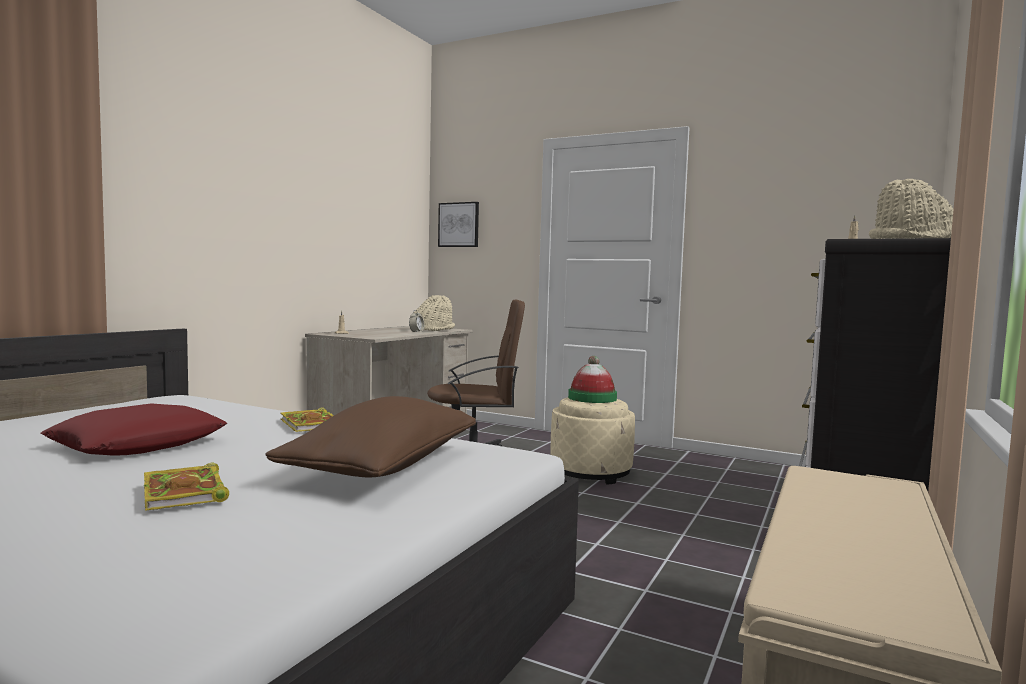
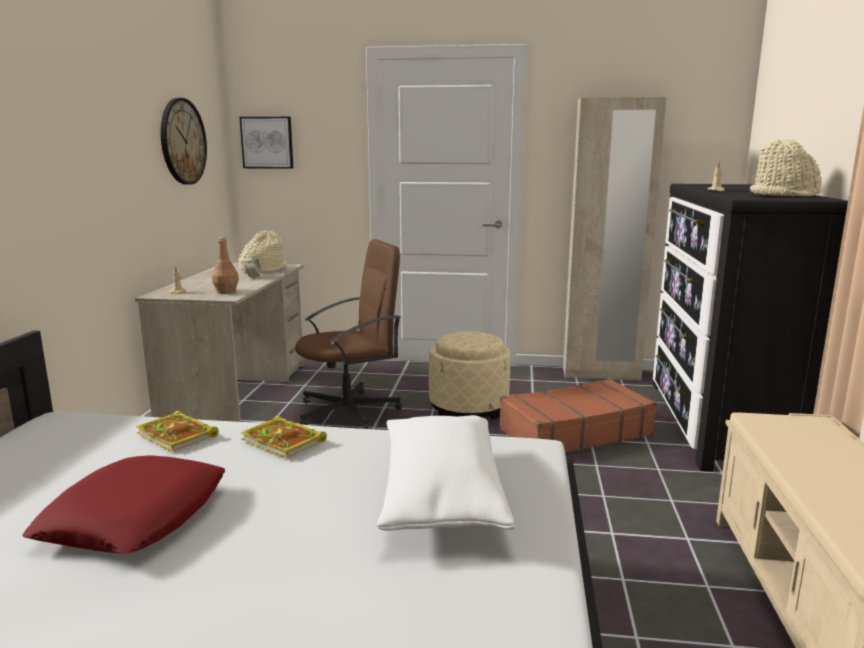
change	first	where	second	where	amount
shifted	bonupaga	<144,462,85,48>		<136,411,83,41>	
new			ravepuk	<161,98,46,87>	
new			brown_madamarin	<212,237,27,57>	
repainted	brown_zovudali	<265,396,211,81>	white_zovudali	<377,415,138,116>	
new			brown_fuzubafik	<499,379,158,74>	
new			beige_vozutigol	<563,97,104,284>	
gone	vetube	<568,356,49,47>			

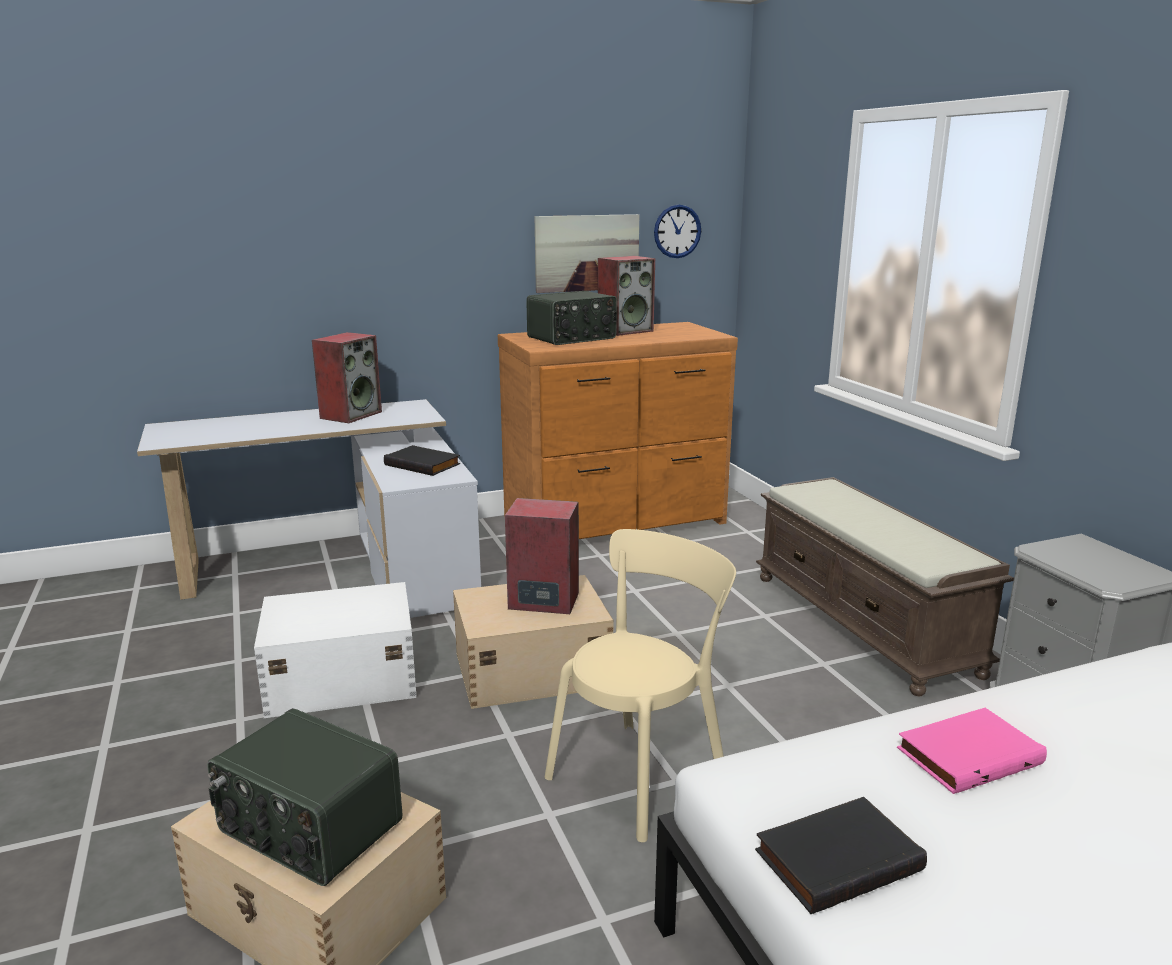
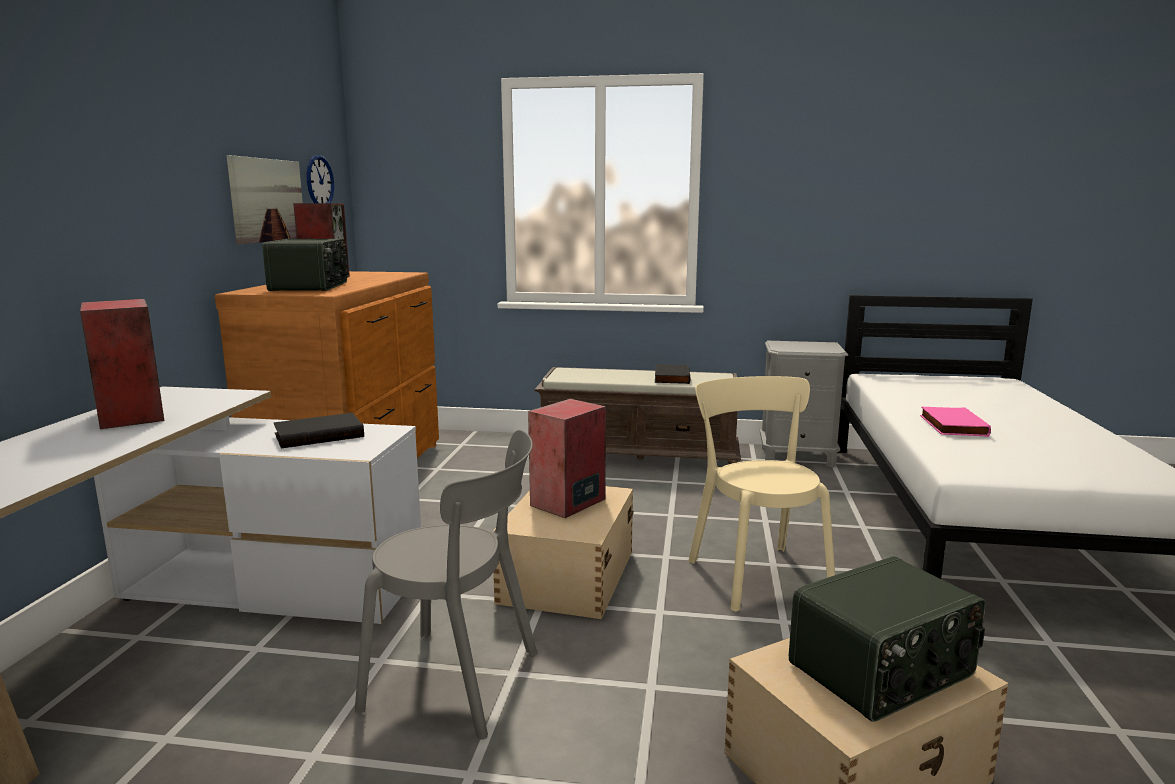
change	first	where	second	where	amount
swapped	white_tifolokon	<254,582,163,136>	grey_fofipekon	<355,430,182,310>	
shifted	black_bonupaga	<755,797,172,117>		<655,364,35,20>	

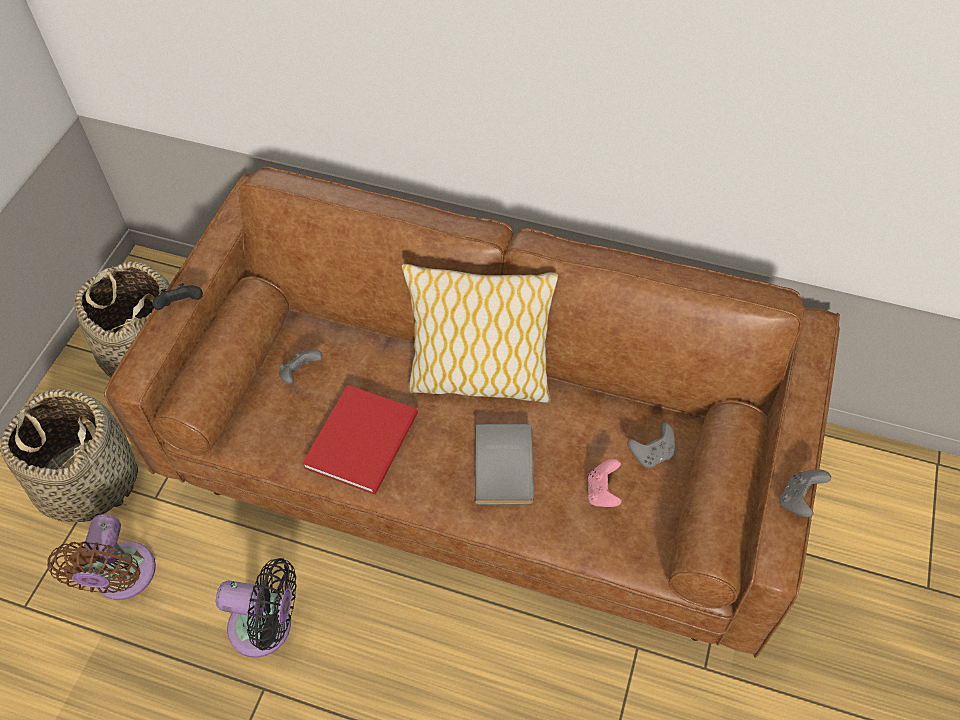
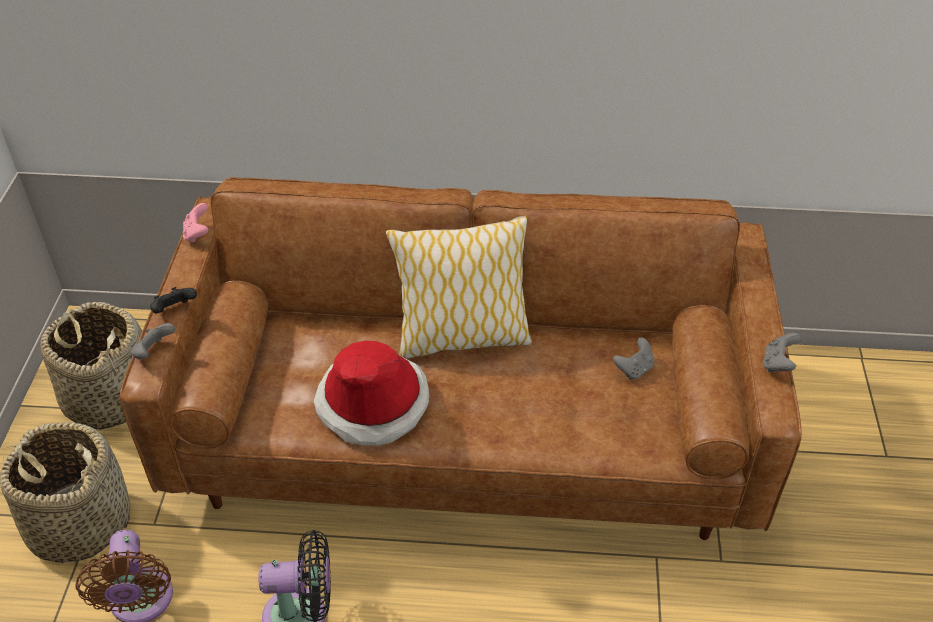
change	first	where	second	where	amount
shifted	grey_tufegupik	<279,350,44,34>		<131,323,44,36>	
shifted	pink_tufegupik	<588,459,34,48>		<183,203,26,40>	
swapped	red_bonupaga	<302,385,116,109>	vetube	<314,341,116,105>	
gone	grey_bonupaga	<475,424,59,81>			

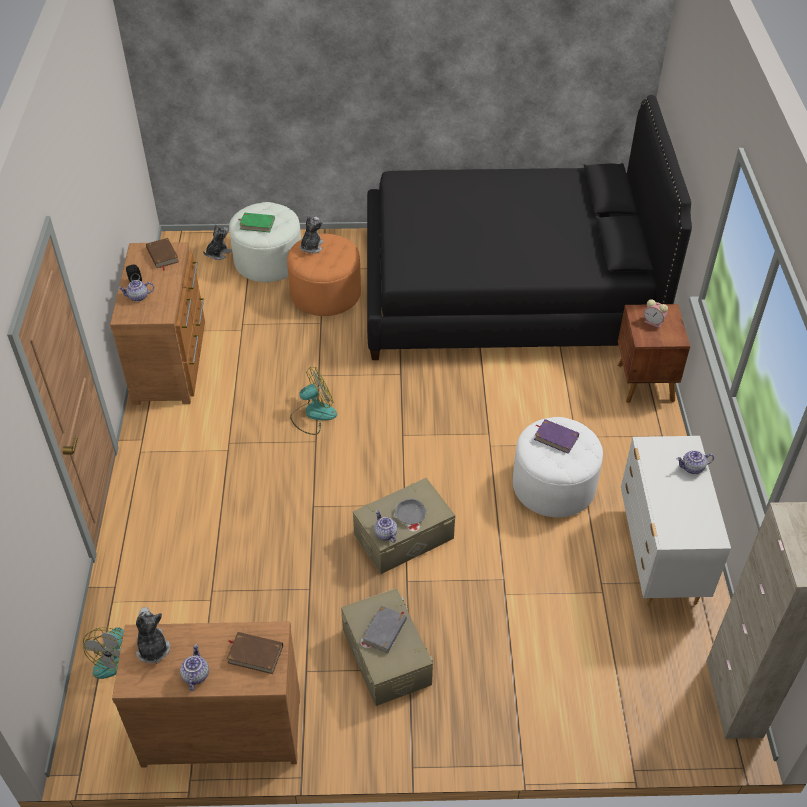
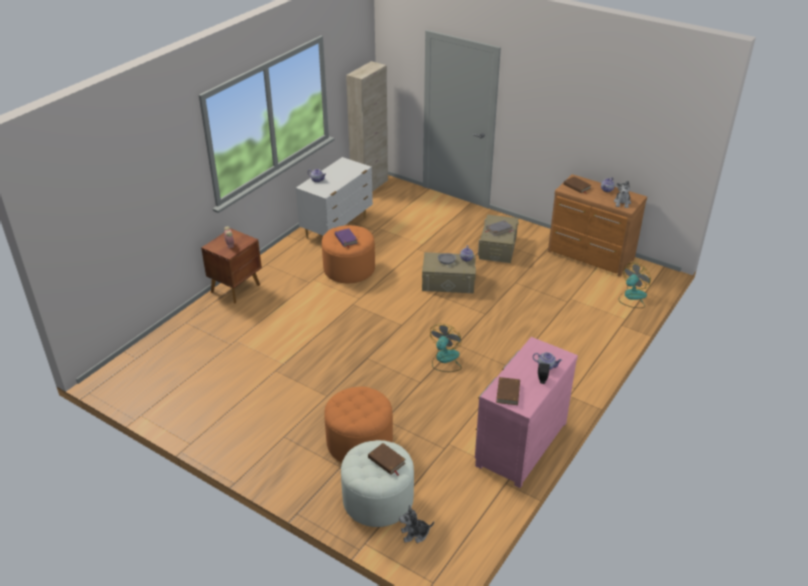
change	first	where	second	where	amount
repainted	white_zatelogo	<513,417,90,100>	orange_zatelogo	<322,225,53,58>	
repainted	green_bonupaga	<239,213,36,19>	brown_bonupaga	<368,443,38,32>	
rotated	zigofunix	<290,367,47,68>		<430,324,32,48>	105 degrees clockwise
repainted	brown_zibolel	<110,242,95,163>	pink_zibolel	<475,337,103,151>	
gone	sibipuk	<300,216,23,38>			
gone	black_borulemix	<367,95,325,265>			

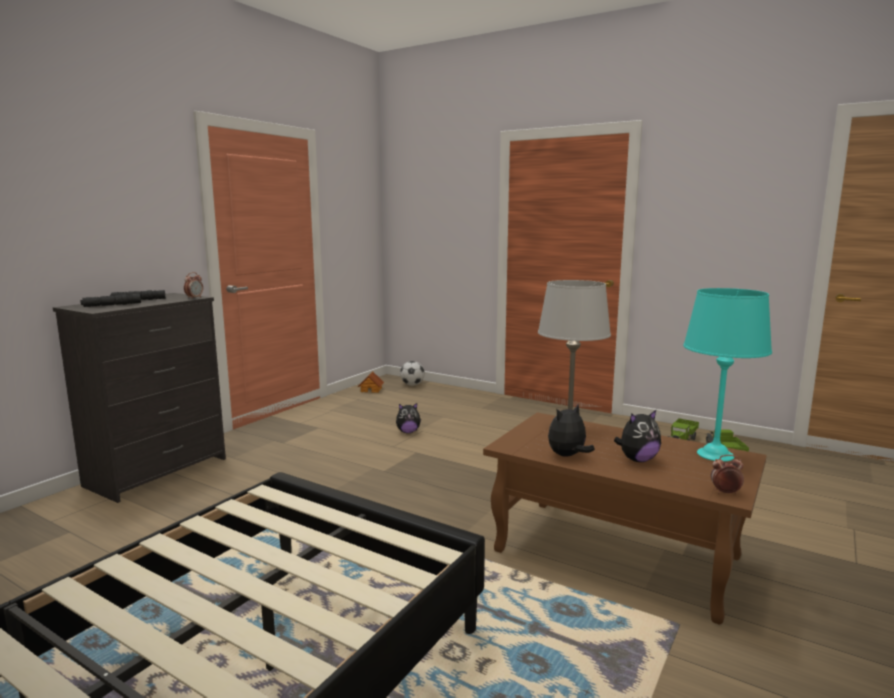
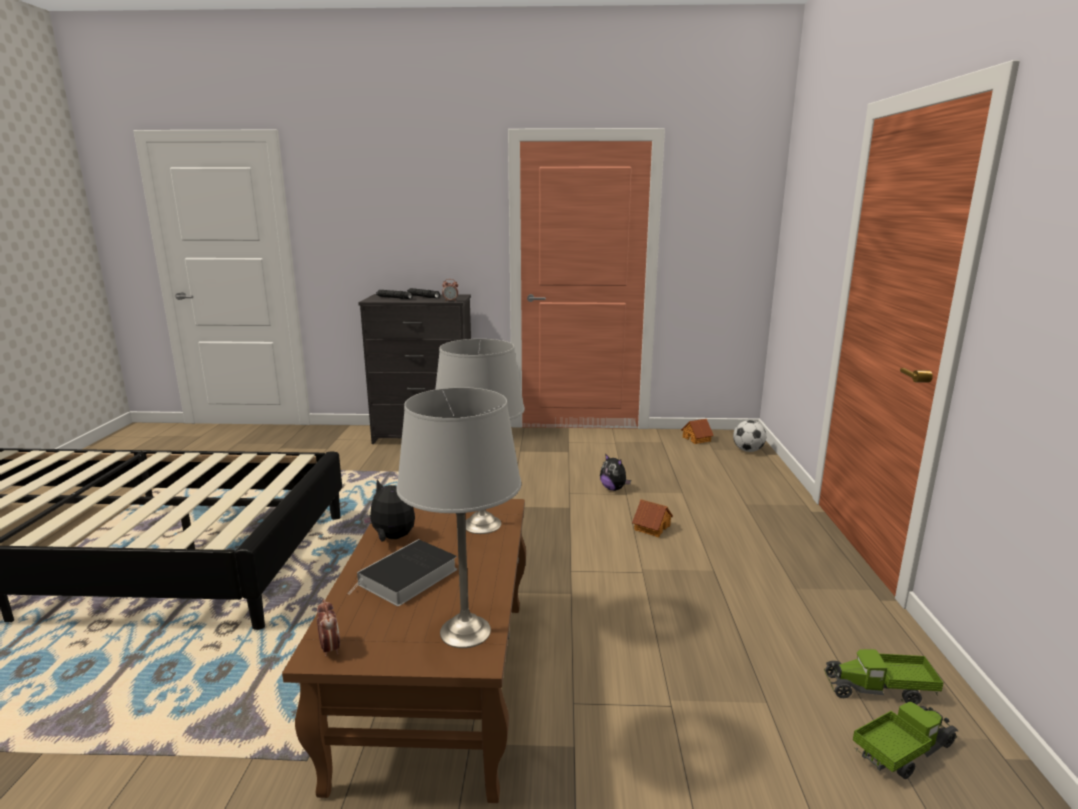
change	first	where	second	where	amount
swapped	sibipuk	<614,410,47,52>	bonupaga	<348,539,109,67>	
repainted	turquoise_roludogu	<683,288,89,174>	grey_roludogu	<396,387,125,261>	
new			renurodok	<632,499,41,38>	

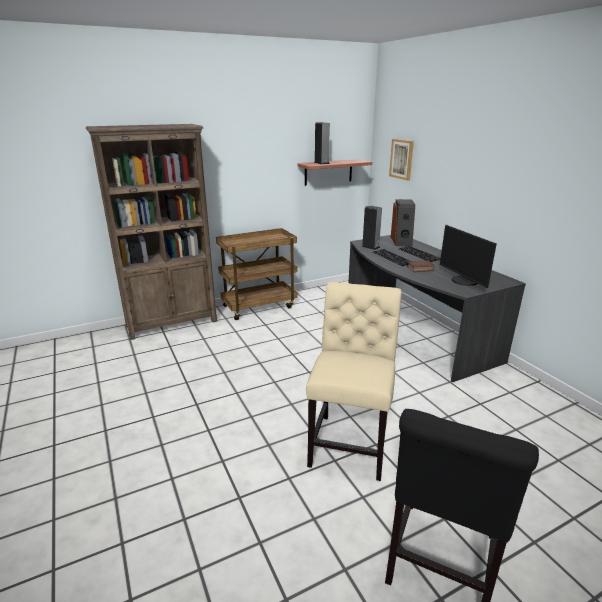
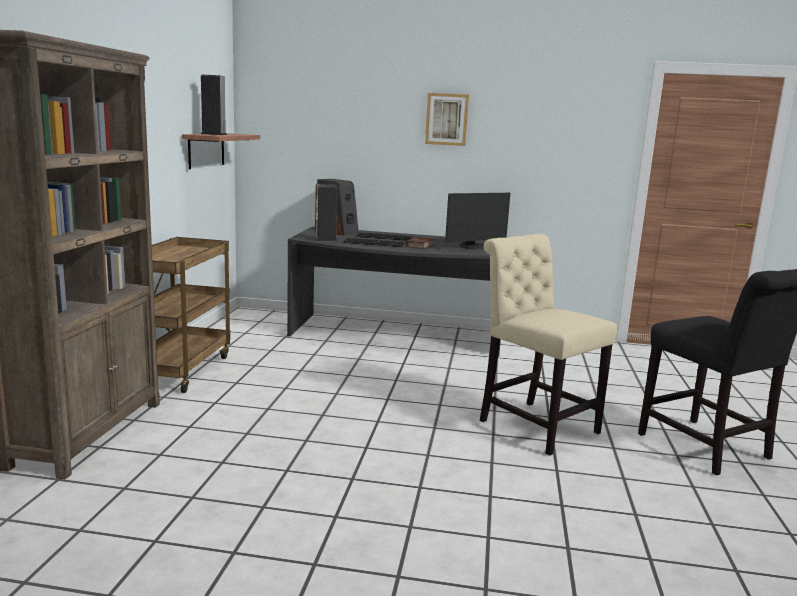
change	first	where	second	where	amount
shifted	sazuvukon	<389,139,25,42>		<425,93,44,53>	
rotated	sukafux	<440,225,57,63>		<445,193,65,57>	45 degrees counterclockwise

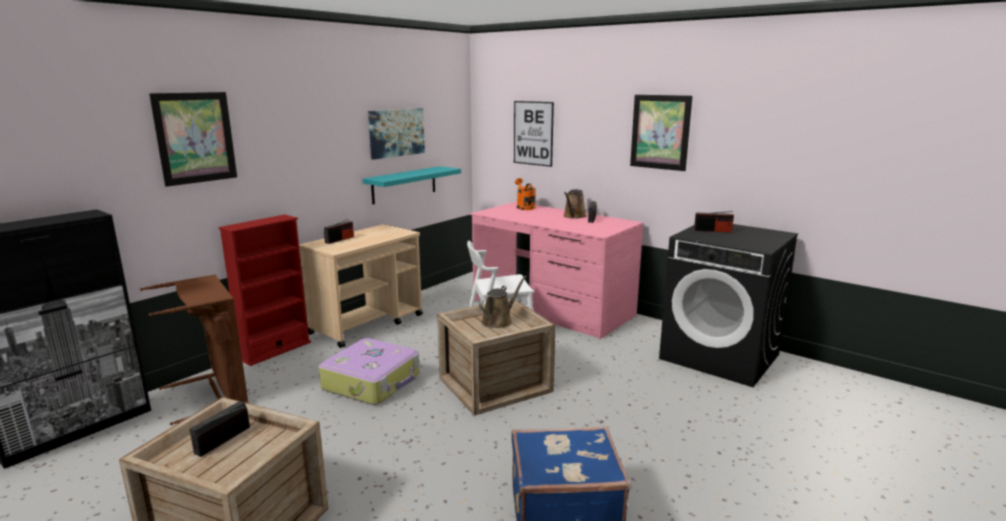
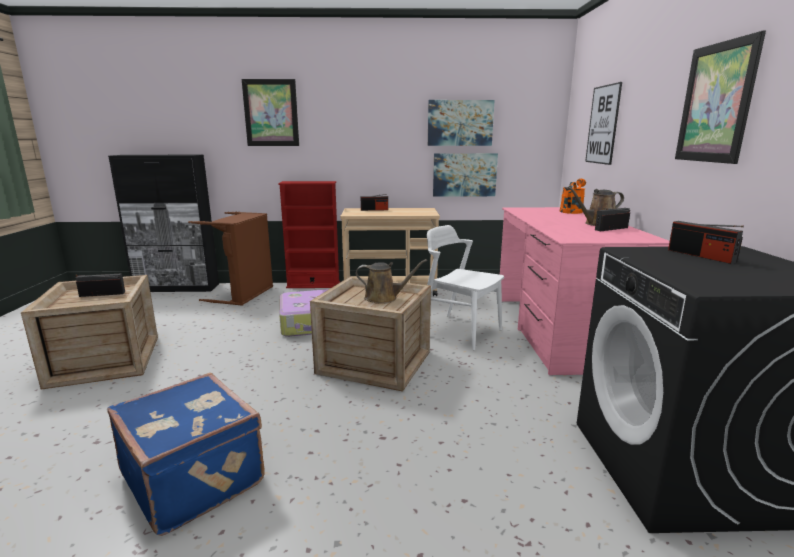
change	first	where	second	where	amount
swapped	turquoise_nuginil	<363,166,98,38>	sazuvukon	<433,153,65,44>	

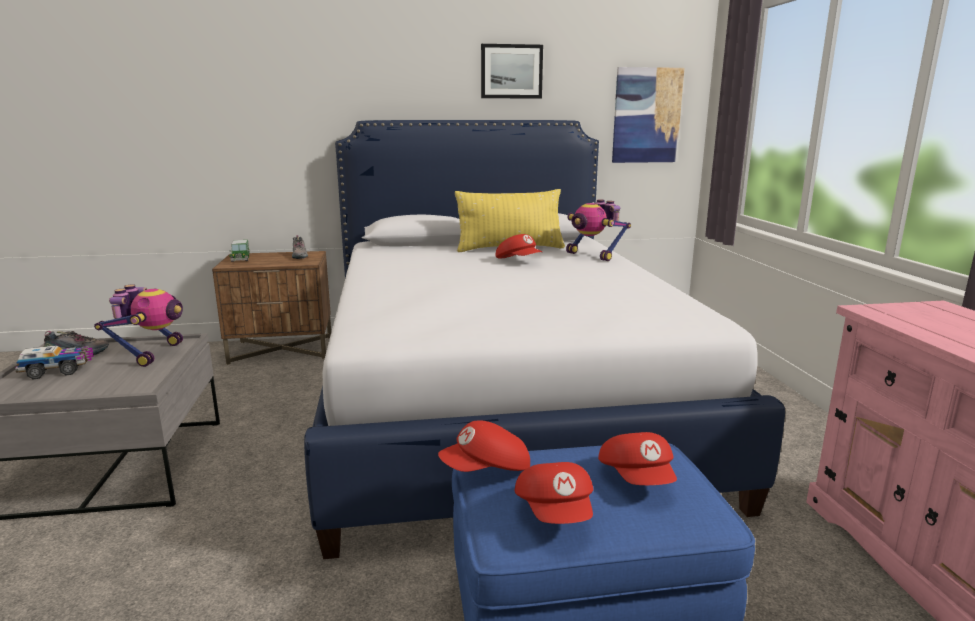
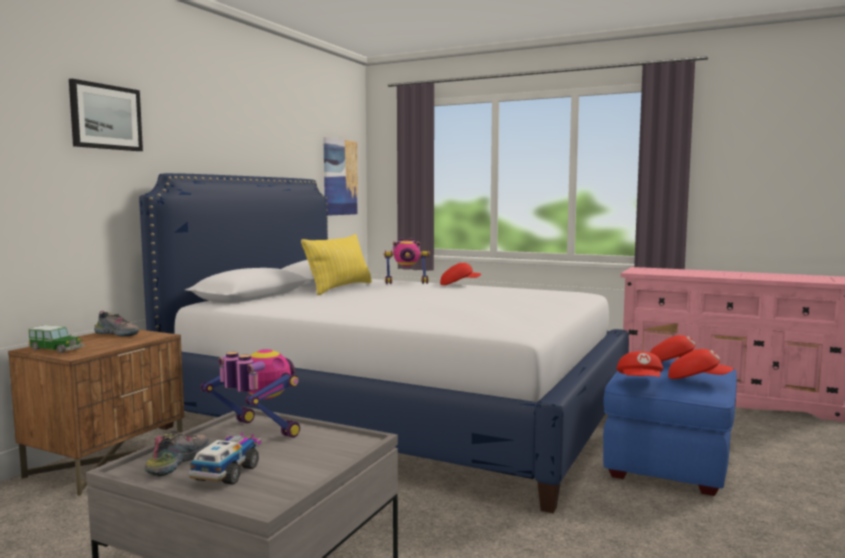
change	first	where	second	where	amount
shifted	sazuvukon	<481,44,62,55>		<69,79,74,72>	
shifted	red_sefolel	<496,234,46,25>		<440,263,41,22>	

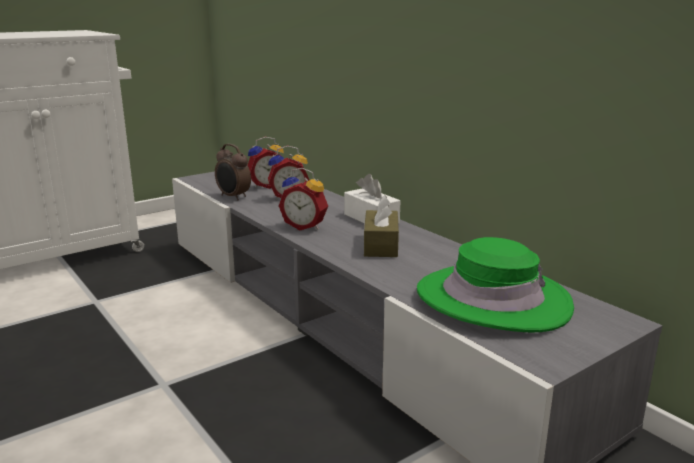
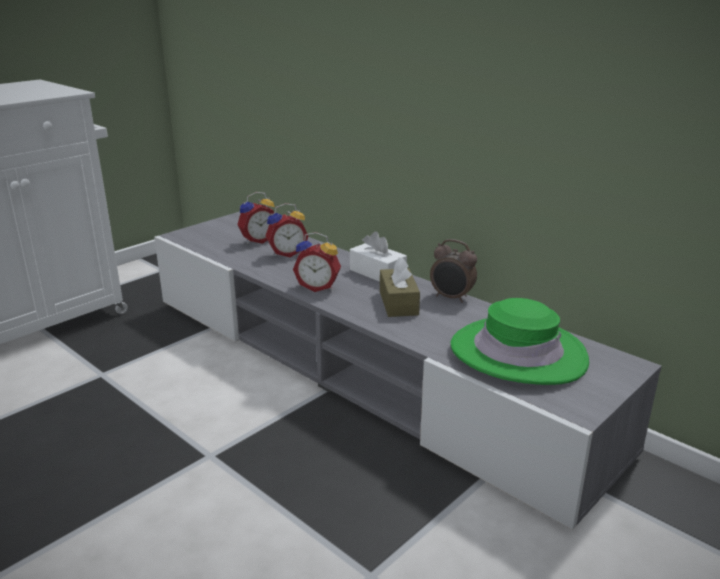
change	first	where	second	where	amount
shifted	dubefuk	<215,144,36,56>		<430,239,47,64>	

